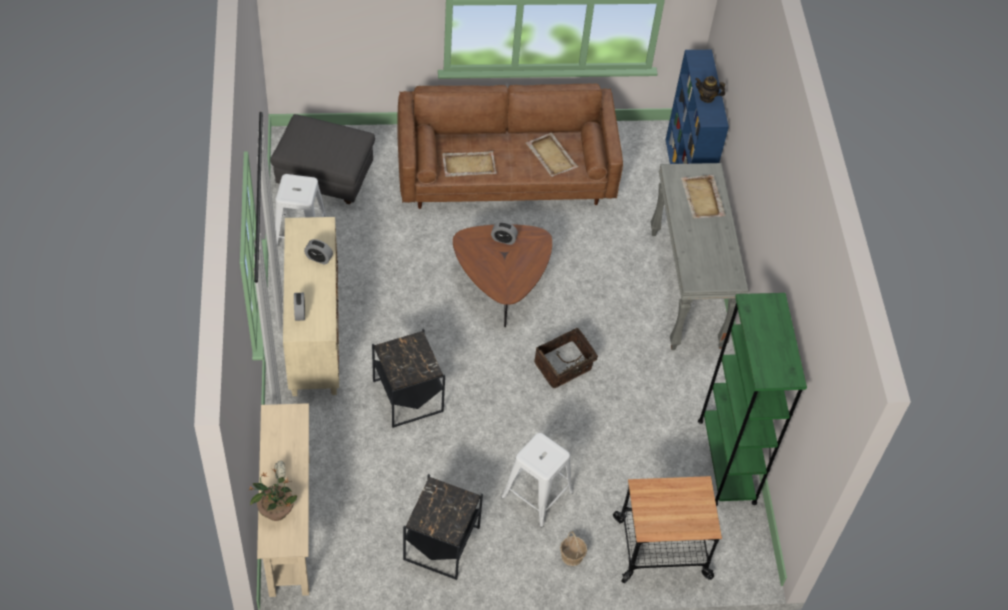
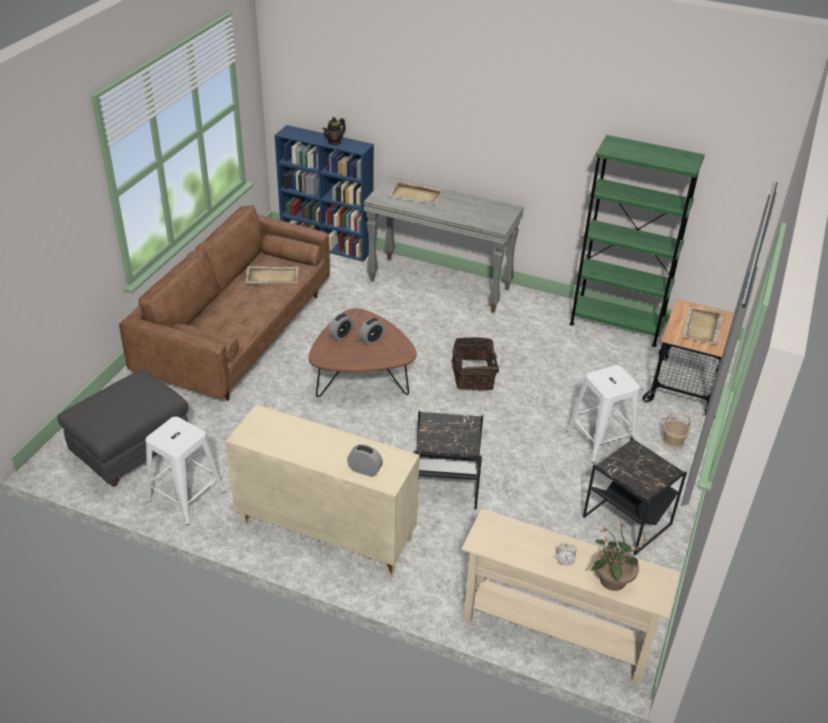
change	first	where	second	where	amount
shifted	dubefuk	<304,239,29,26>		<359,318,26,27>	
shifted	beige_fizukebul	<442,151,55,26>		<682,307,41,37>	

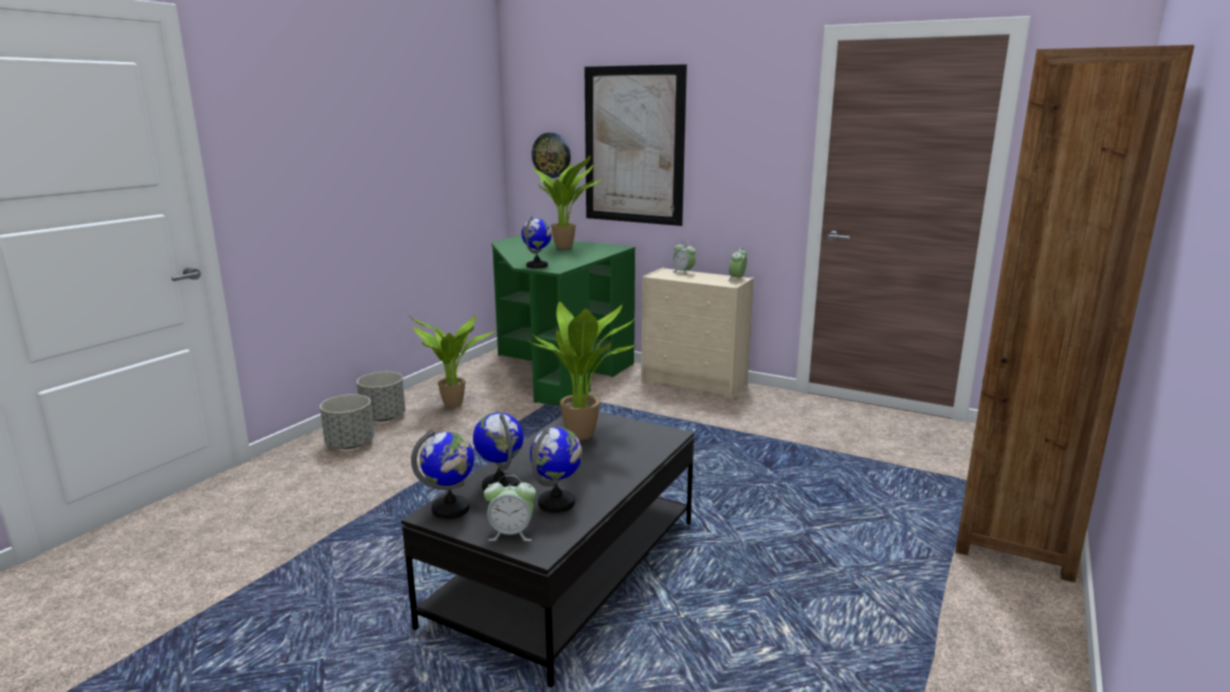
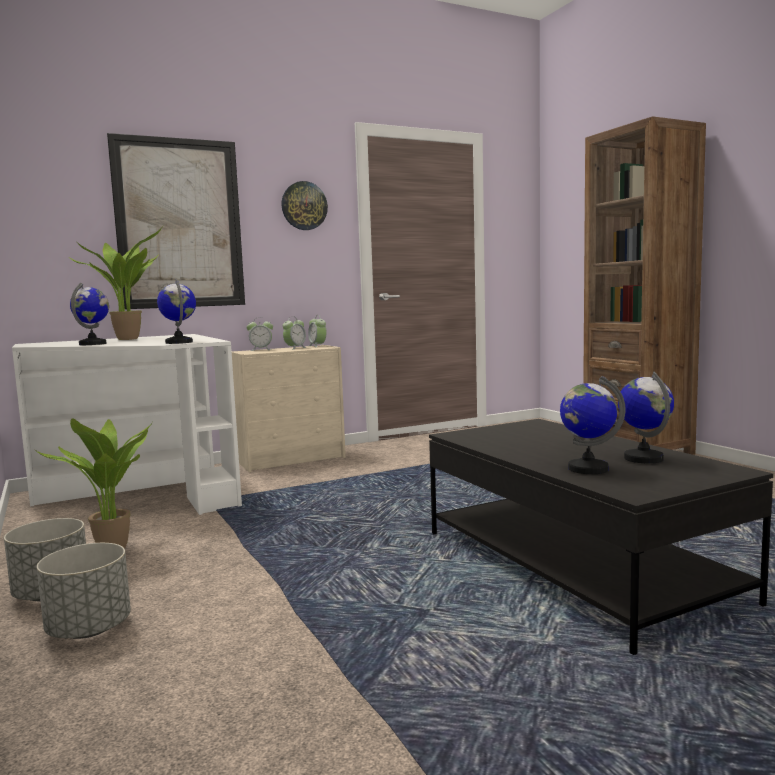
change	first	where	second	where	amount
repainted	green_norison	<491,236,144,170>	white_norison	<12,334,230,181>	
shifted	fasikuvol	<411,429,63,90>		<70,283,39,62>	
shifted	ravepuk	<532,133,39,45>		<281,181,47,49>	
shifted	dubefuk	<484,475,52,66>		<283,316,24,34>	
gone	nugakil	<527,302,108,138>			

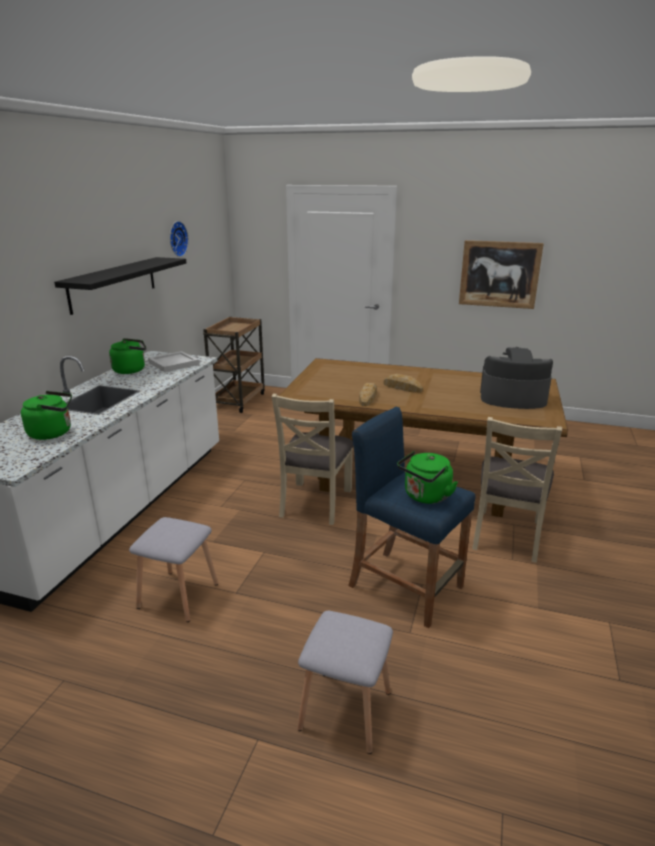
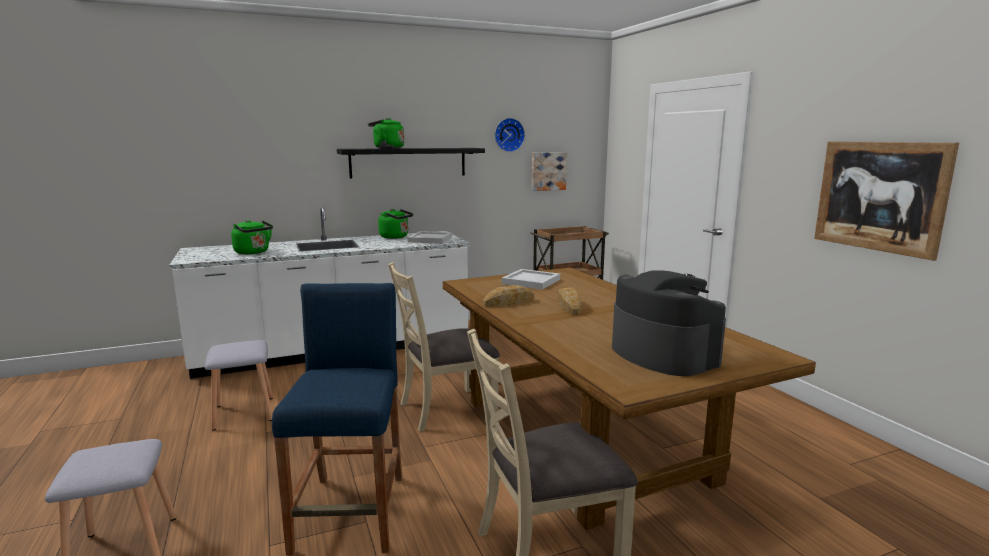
change	first	where	second	where	amount
shifted	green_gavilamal	<397,451,61,53>		<368,118,36,31>	
new			white_fizukebul	<502,269,58,21>	
new			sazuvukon	<532,152,35,39>	

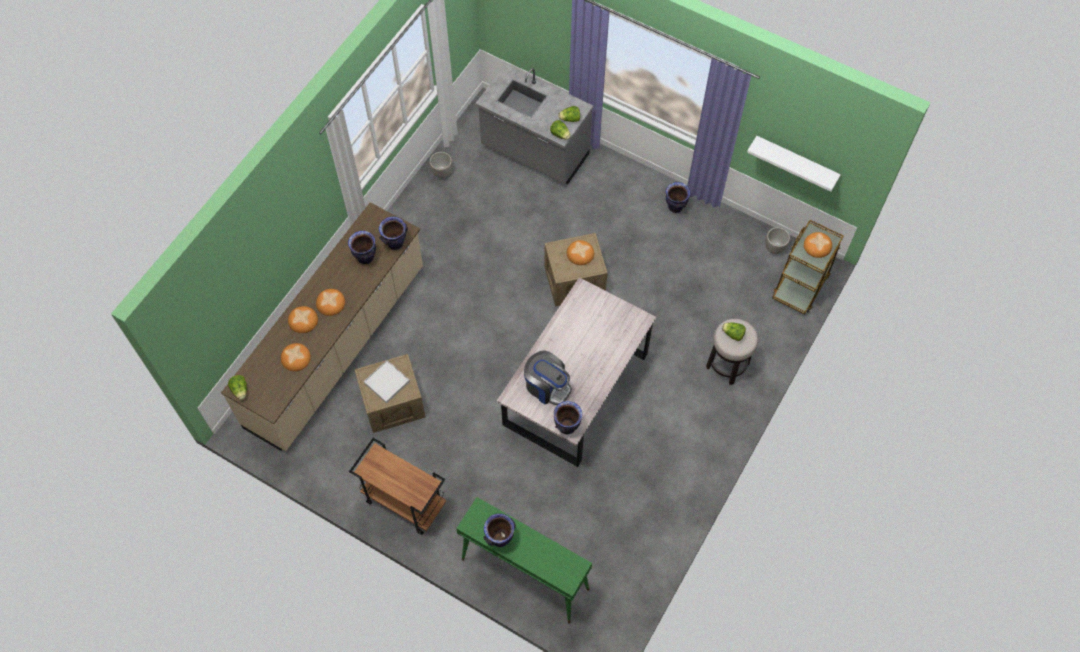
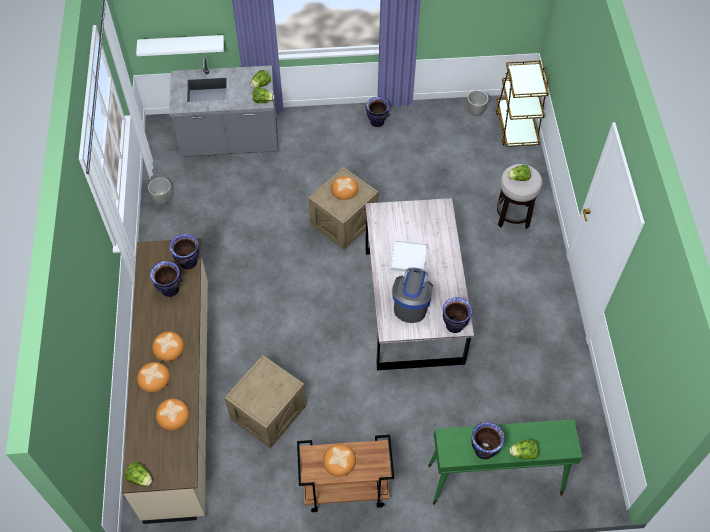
change	first	where	second	where	amount
shifted	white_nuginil	<747,136,94,56>		<136,35,88,21>	
shifted	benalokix	<804,232,28,26>		<323,444,33,33>	
shifted	white_fizukebul	<364,360,46,43>		<391,240,36,32>	
rotated	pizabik	<524,351,48,54>		<392,267,41,56>	75 degrees counterclockwise
new			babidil	<509,439,29,20>	

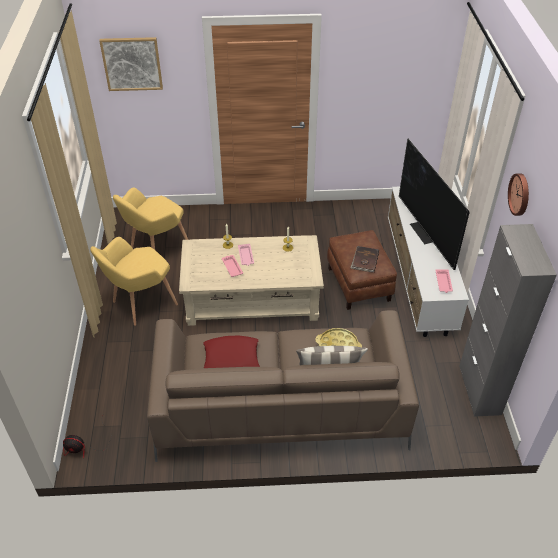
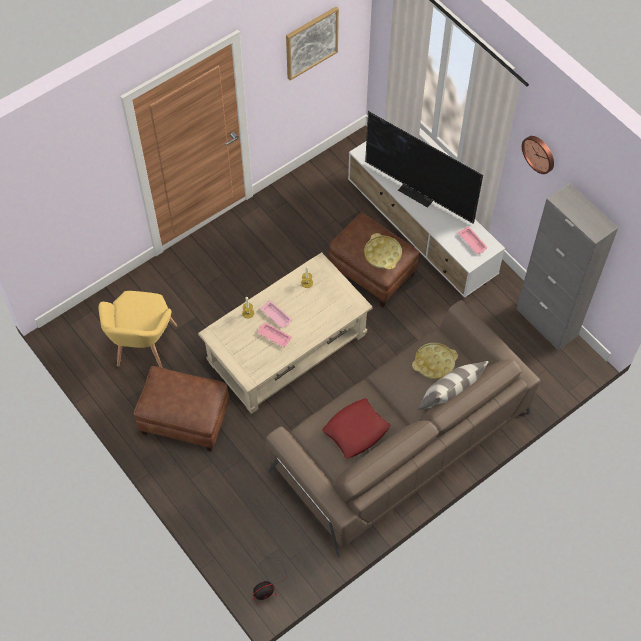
change	first	where	second	where	amount
swapped	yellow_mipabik	<90,237,88,89>	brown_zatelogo	<133,366,97,85>	
shifted	sazuvukon	<99,37,64,54>		<286,7,53,74>	
swapped	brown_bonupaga	<350,246,29,27>	yellow_fizukebul	<364,233,38,37>	

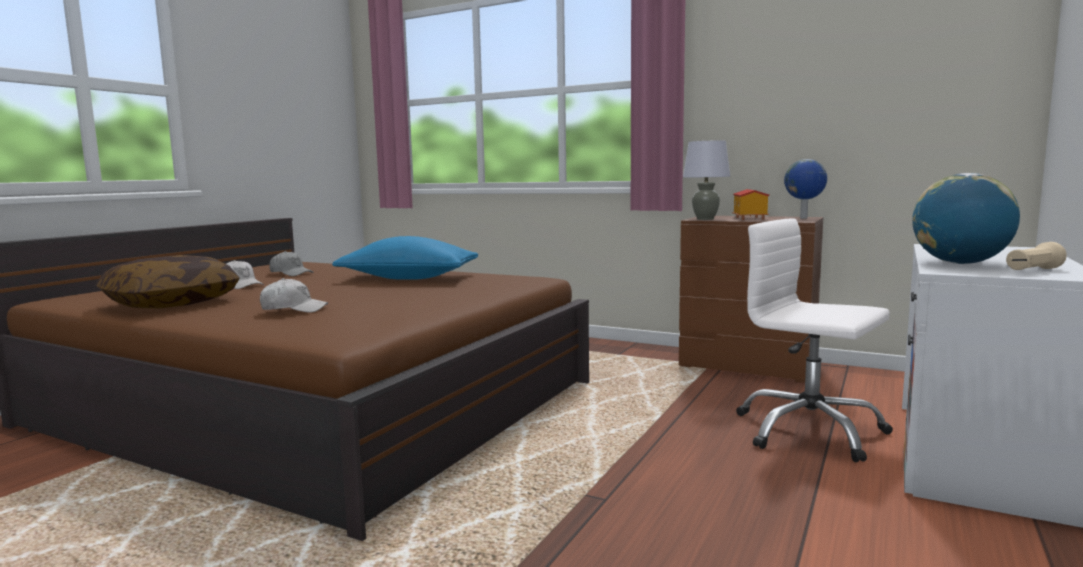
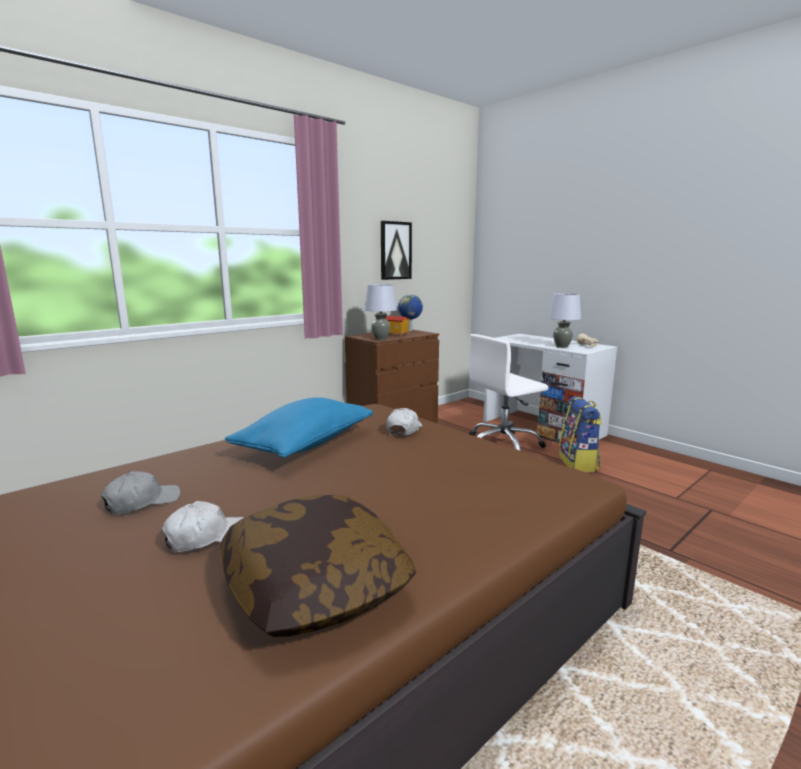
change	first	where	second	where	amount
new			sazuvukon	<381,221,31,59>	
shifted	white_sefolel	<260,278,68,34>		<386,408,36,27>	
swapped	fasikuvol	<912,173,108,91>	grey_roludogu	<548,293,33,55>	
new			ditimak	<559,396,43,76>	

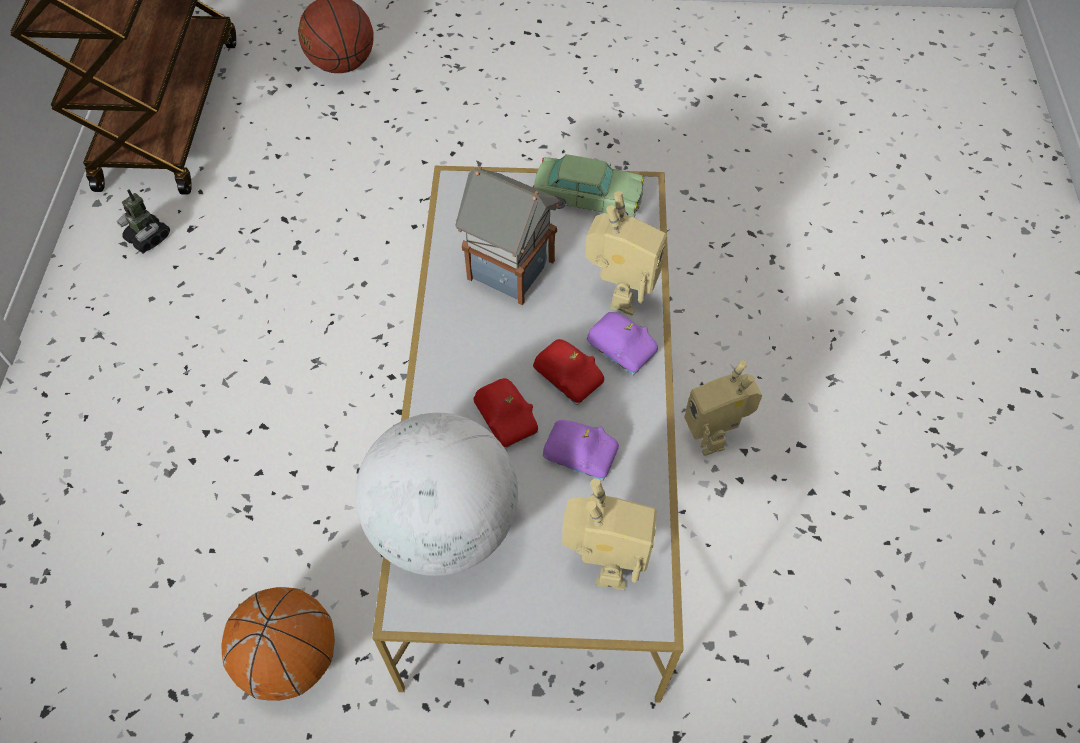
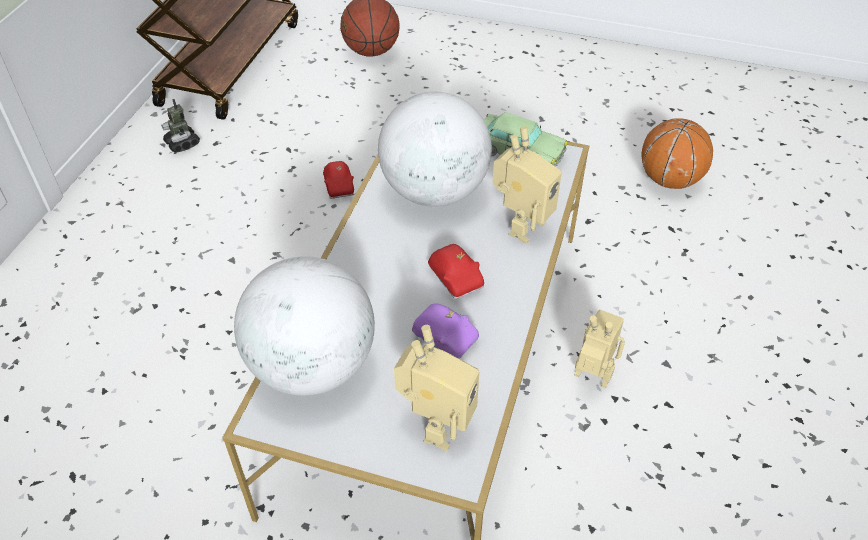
change	first	where	second	where	amount
shifted	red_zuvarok	<473,378,65,70>		<323,161,31,38>	
swapped	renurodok	<455,166,104,139>	fasikuvol	<378,92,114,115>	
rotated	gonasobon	<684,360,78,96>		<574,310,51,78>	120 degrees clockwise
shifted	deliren	<222,587,113,114>		<642,118,71,71>	
gone	purple_zuvarok	<587,312,71,63>			

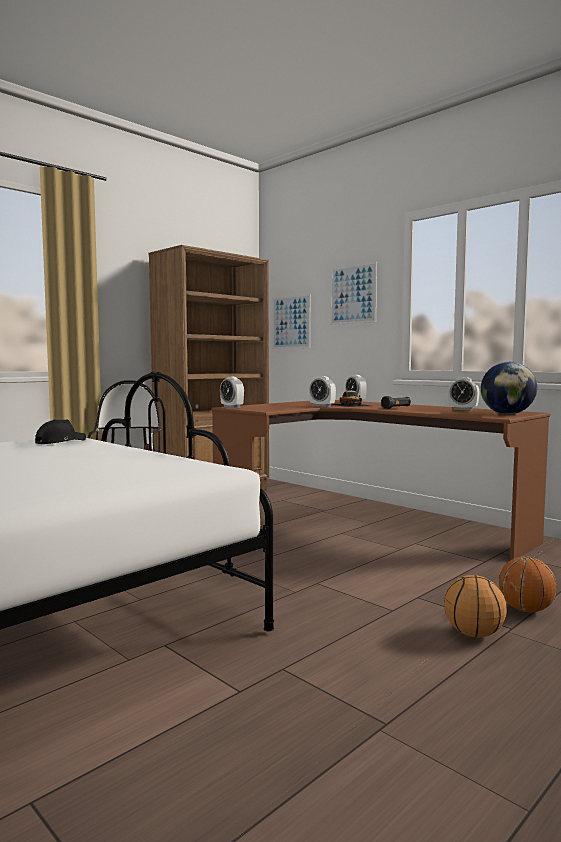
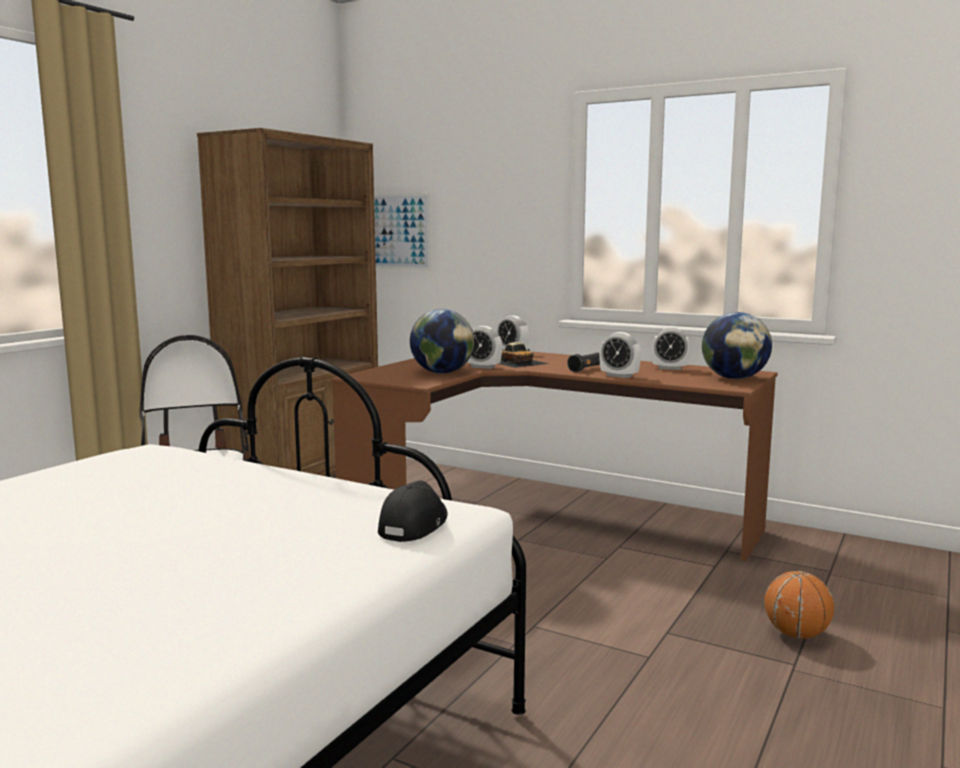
change	first	where	second	where	amount
shifted	black_sefolel	<35,419,51,25>		<378,480,70,62>	
new			fasikuvol	<410,309,64,65>	
shifted	dubefuk	<220,377,24,31>		<599,332,42,46>	
gone	sazuvukon	<330,262,47,63>			
gone	deliren	<444,575,63,63>			

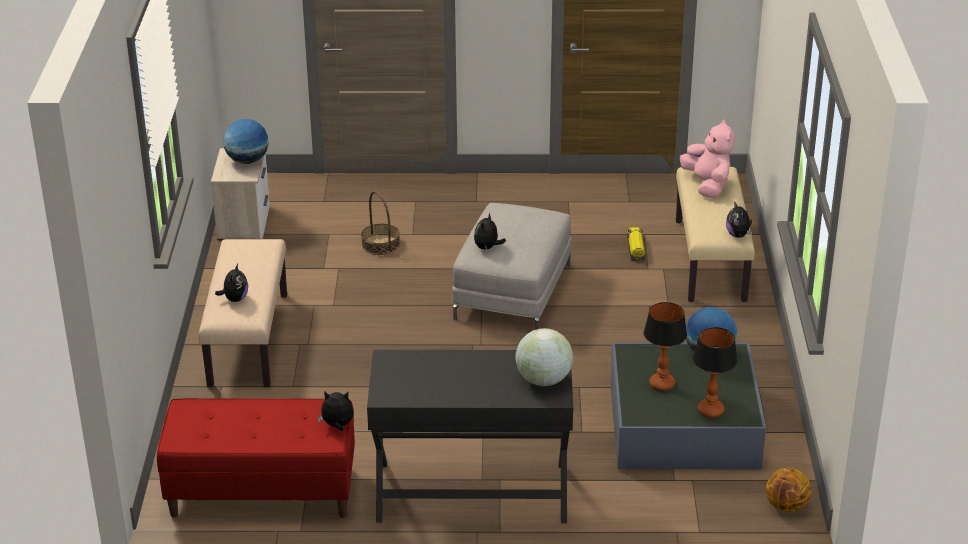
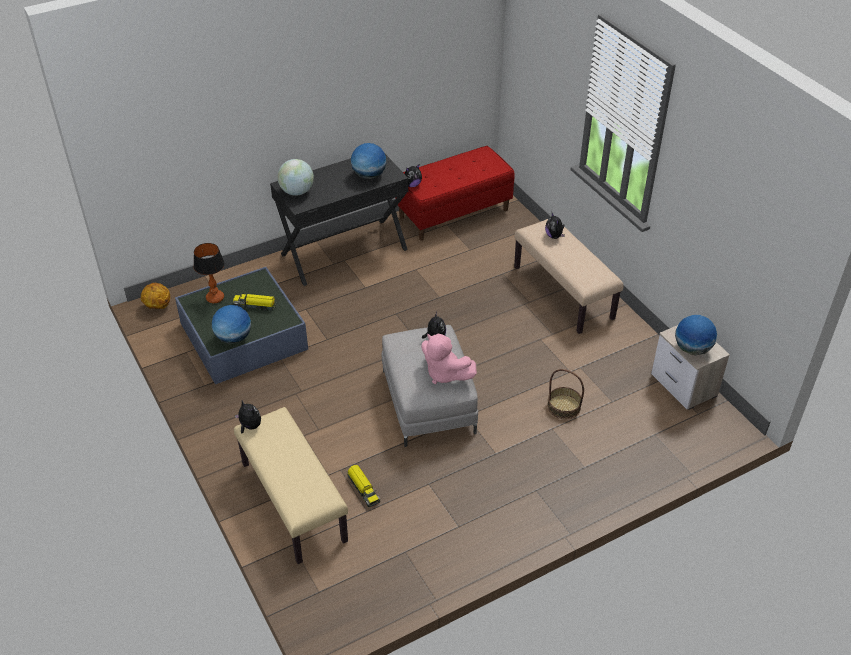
change	first	where	second	where	amount
swapped	roludogu	<644,302,43,89>	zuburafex	<233,293,44,18>	
new			fasikuvol	<351,143,35,36>	
shifted	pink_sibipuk	<680,120,54,78>		<421,334,56,50>	

